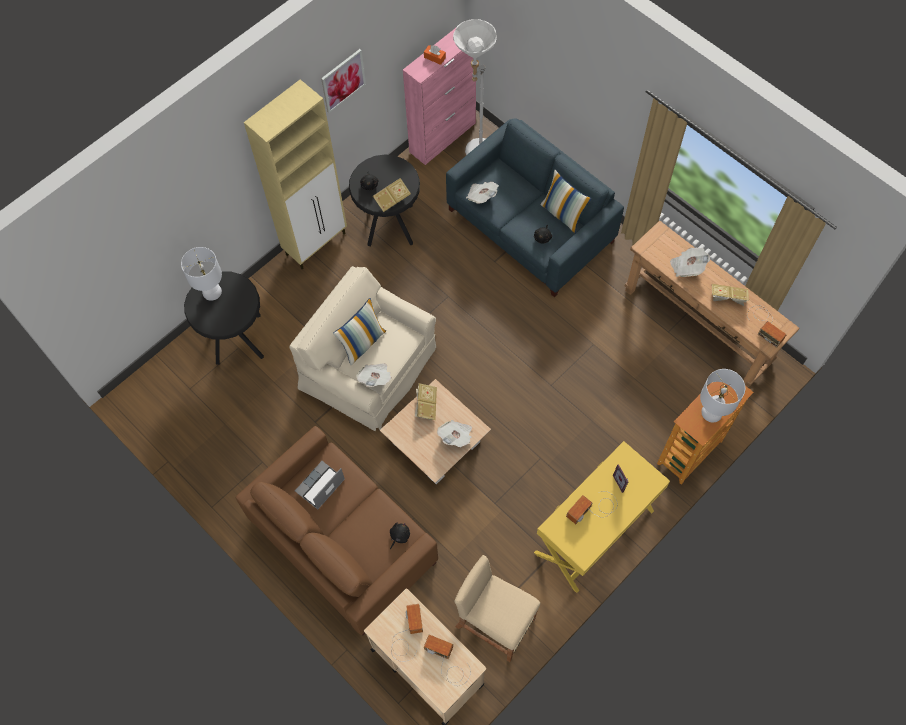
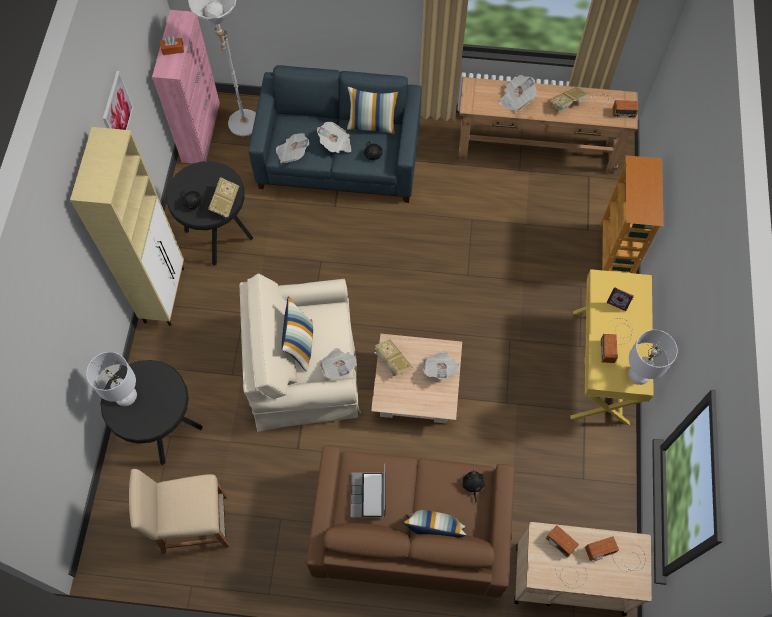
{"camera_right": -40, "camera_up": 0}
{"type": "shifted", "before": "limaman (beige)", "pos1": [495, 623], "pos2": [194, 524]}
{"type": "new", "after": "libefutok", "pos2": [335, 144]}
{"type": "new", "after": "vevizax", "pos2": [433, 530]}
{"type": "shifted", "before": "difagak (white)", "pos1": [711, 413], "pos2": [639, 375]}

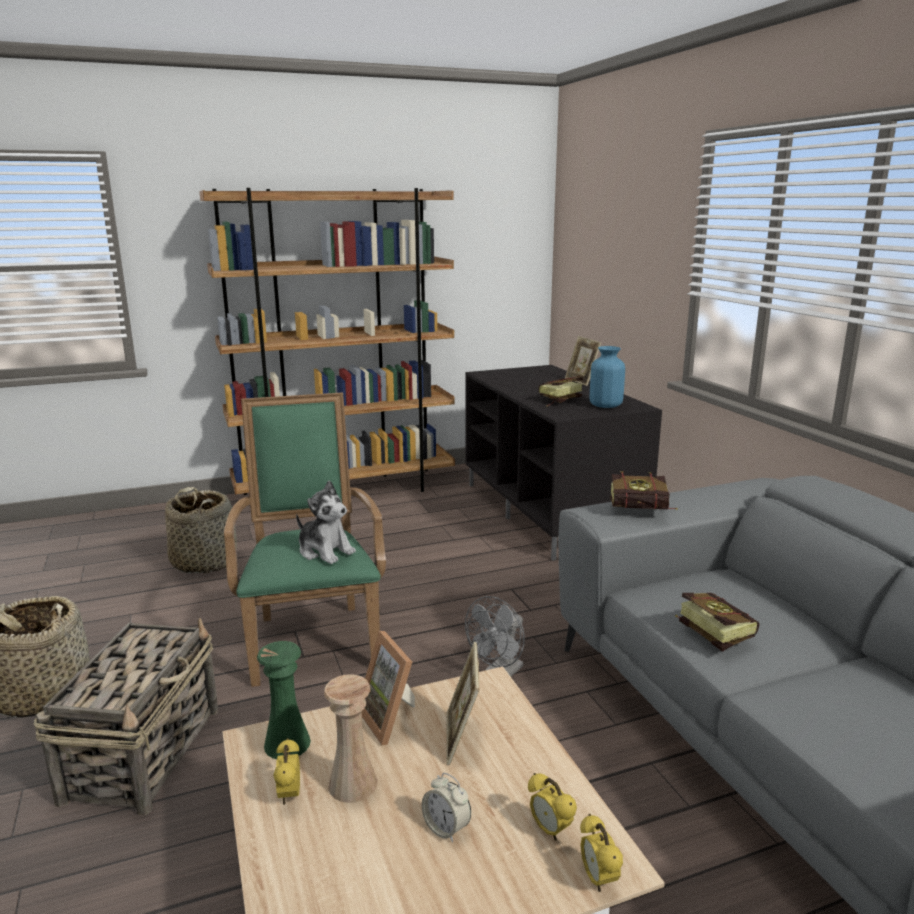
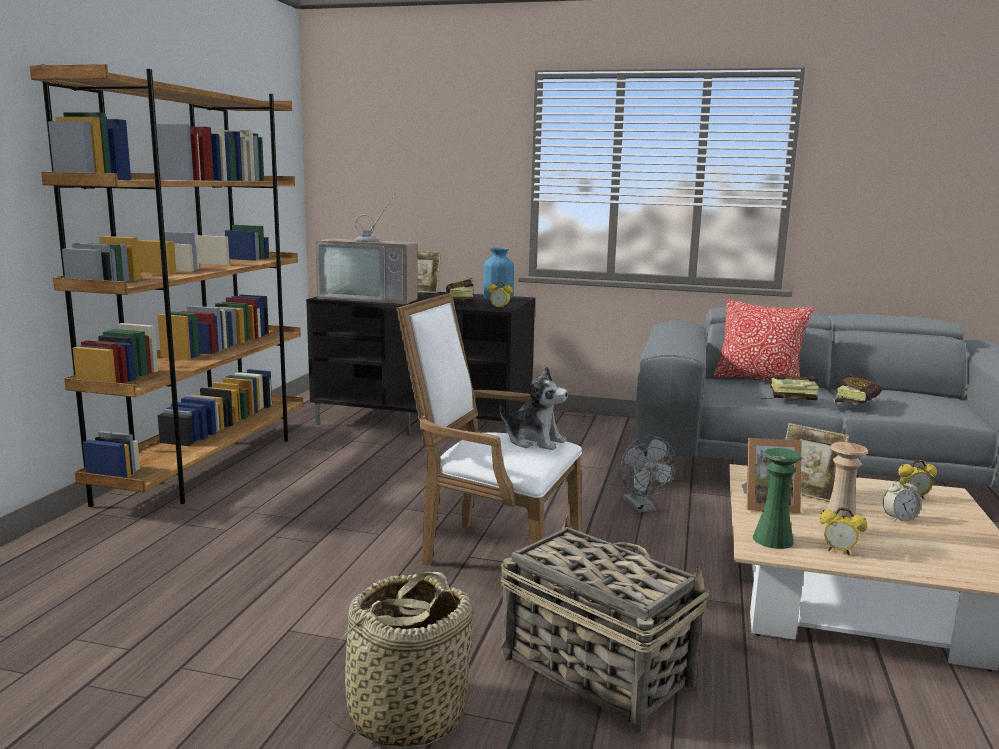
{"camera_right": -55, "camera_up": -5}
{"type": "new", "after": "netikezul", "pos2": [371, 298]}
{"type": "repainted", "before": "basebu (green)", "after": "basebu (white)", "pos1": [312, 637], "pos2": [491, 552]}
{"type": "shifted", "before": "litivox", "pos1": [598, 879], "pos2": [499, 309]}
{"type": "rotated", "before": "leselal", "pos1": [325, 551], "pos2": [534, 441], "turn": 45}
{"type": "new", "after": "vevizax", "pos2": [758, 380]}
{"type": "shifted", "before": "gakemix", "pos1": [644, 511], "pos2": [857, 404]}
{"type": "gone", "before": "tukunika", "pos1": [205, 561]}

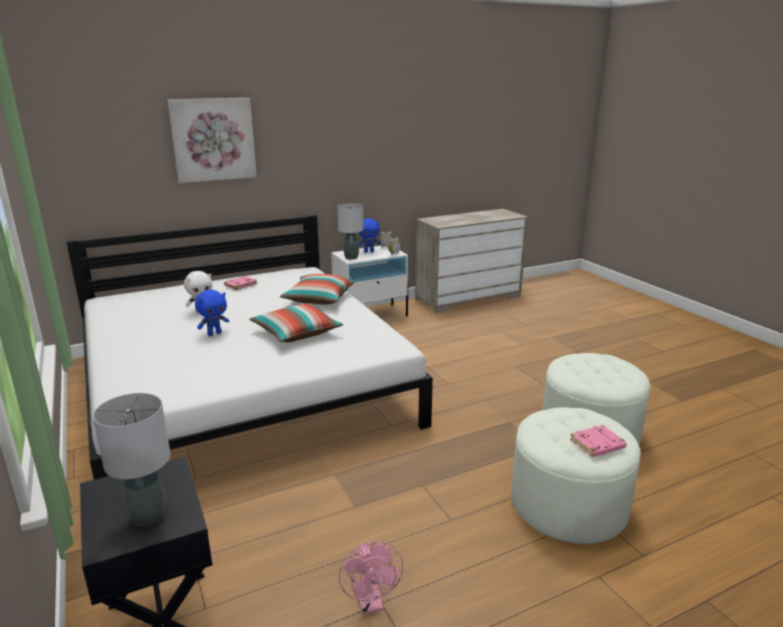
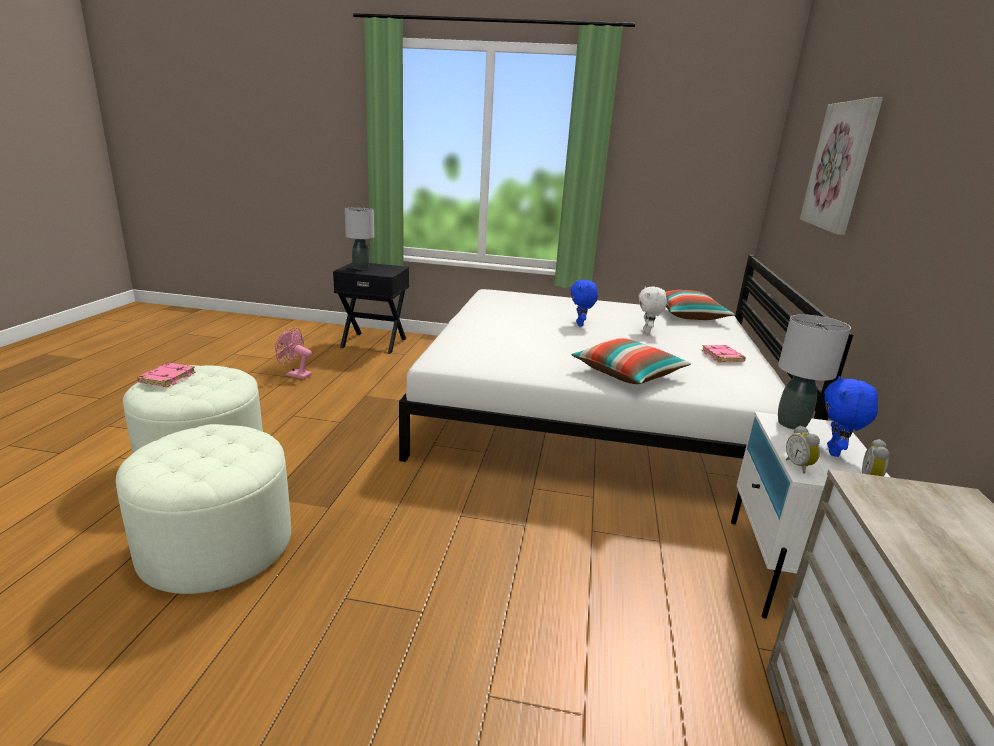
{"camera_right": 125, "camera_up": 0}
{"type": "shifted", "before": "vevizax", "pos1": [296, 333], "pos2": [690, 315]}

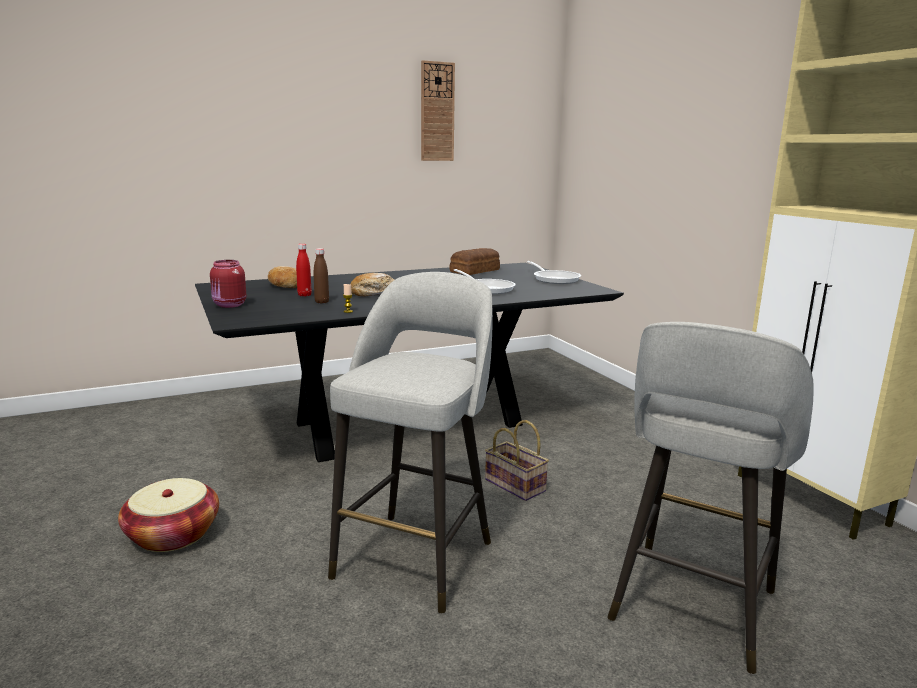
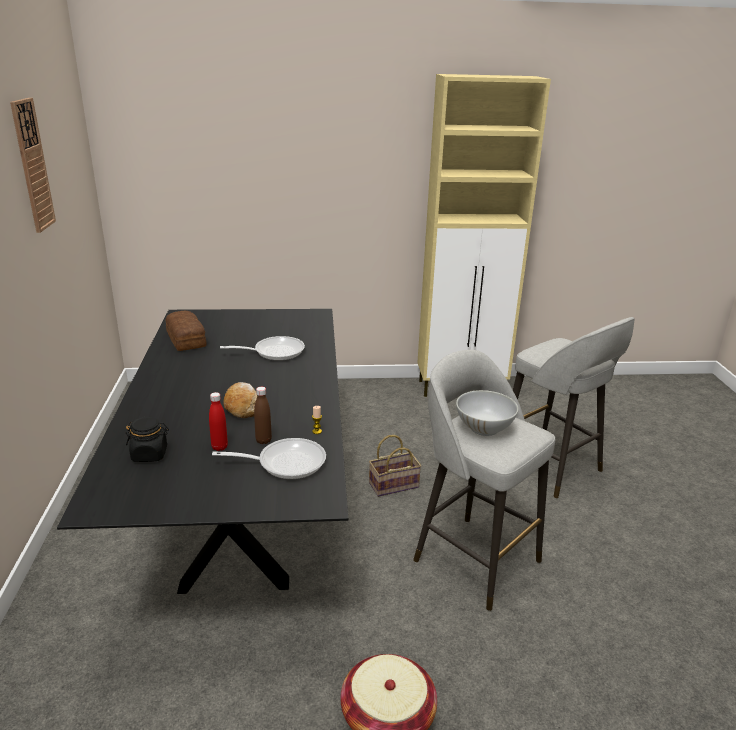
{"camera_right": -70, "camera_up": 10}
{"type": "swapped", "before": "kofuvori", "after": "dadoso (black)", "pos1": [285, 285], "pos2": [150, 454]}
{"type": "shifted", "before": "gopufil", "pos1": [554, 279], "pos2": [285, 463]}
{"type": "new", "after": "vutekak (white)", "pos2": [484, 428]}
{"type": "gone", "before": "dadoso (red)", "pos1": [229, 305]}

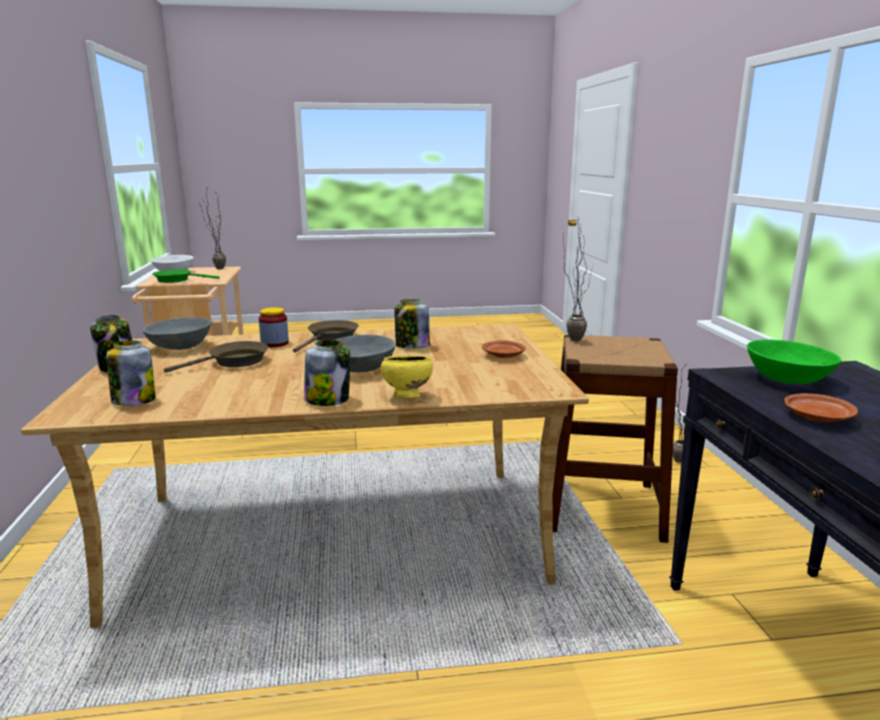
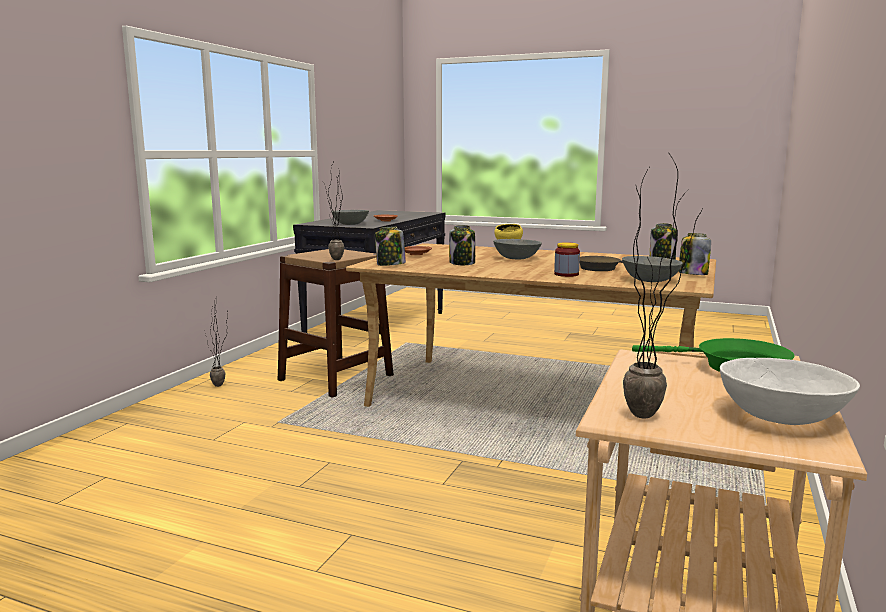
{"camera_right": -150, "camera_up": -5}
{"type": "repainted", "before": "vutekak (green)", "after": "vutekak (grey)", "pos1": [786, 379], "pos2": [351, 224]}
{"type": "shifted", "before": "dadoso", "pos1": [328, 399], "pos2": [390, 265]}
{"type": "gone", "before": "gopufil (brown)", "pos1": [331, 338]}

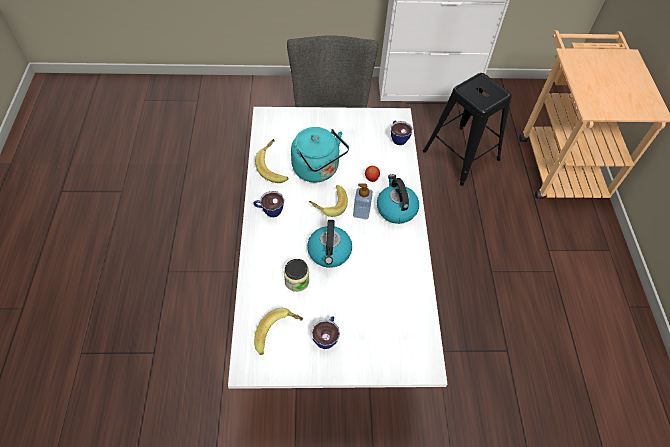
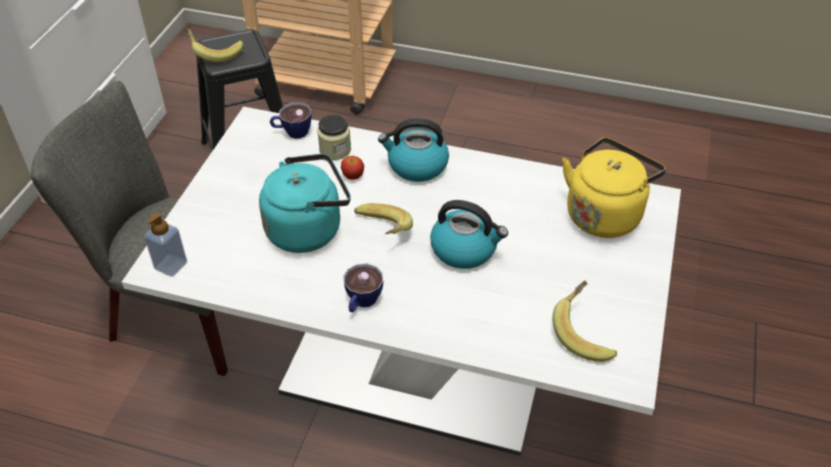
{"camera_right": -70, "camera_up": -10}
{"type": "shifted", "before": "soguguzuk", "pos1": [361, 212], "pos2": [171, 265]}
{"type": "shifted", "before": "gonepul", "pos1": [274, 168], "pos2": [215, 53]}
{"type": "shifted", "before": "dadoso", "pos1": [297, 281], "pos2": [335, 150]}
{"type": "new", "after": "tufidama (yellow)", "pos2": [605, 213]}
{"type": "gone", "before": "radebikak", "pos1": [326, 336]}

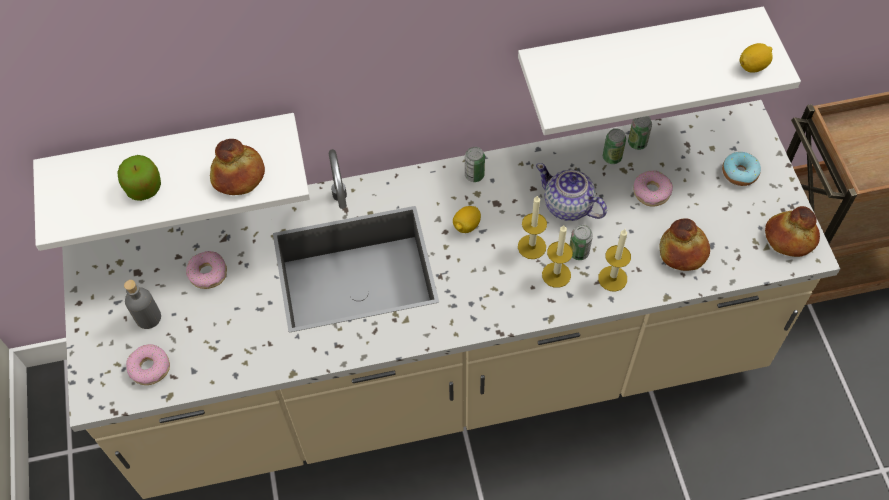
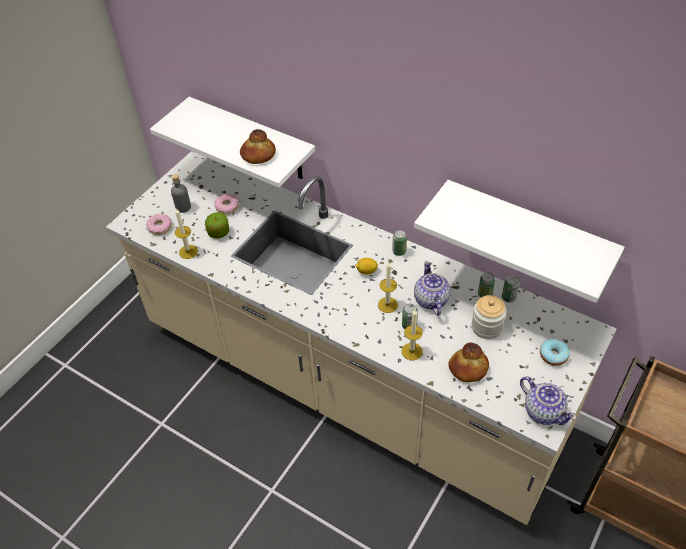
{"camera_right": 45, "camera_up": -10}
{"type": "shifted", "before": "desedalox", "pos1": [556, 275], "pos2": [188, 252]}
{"type": "shifted", "before": "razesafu", "pos1": [144, 188], "pos2": [218, 233]}
{"type": "swapped", "before": "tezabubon", "after": "dadoso", "pos1": [651, 192], "pos2": [486, 327]}
{"type": "swapped", "before": "kofuvori", "after": "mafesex", "pos1": [789, 238], "pos2": [543, 411]}
{"type": "gone", "before": "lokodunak", "pos1": [753, 66]}

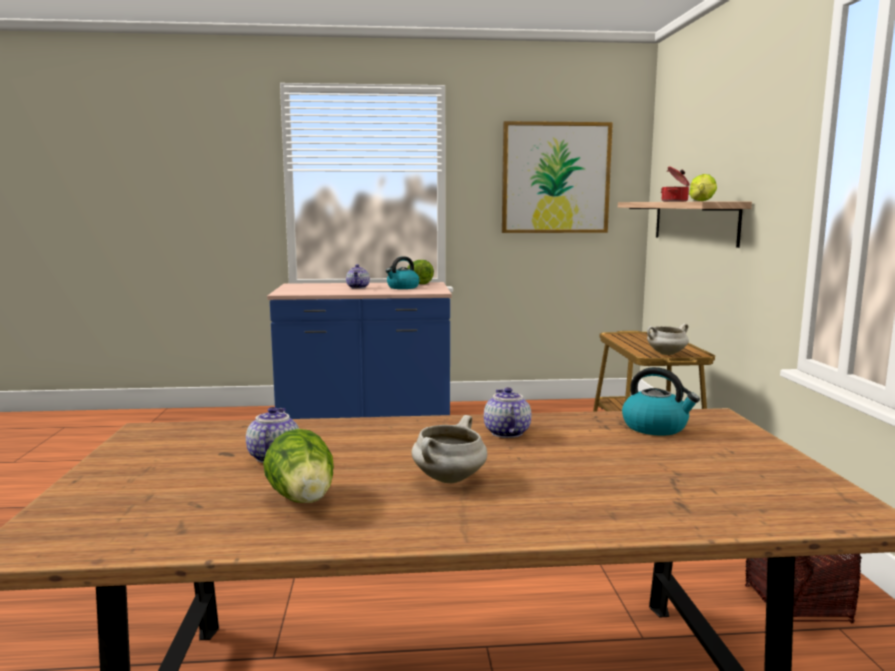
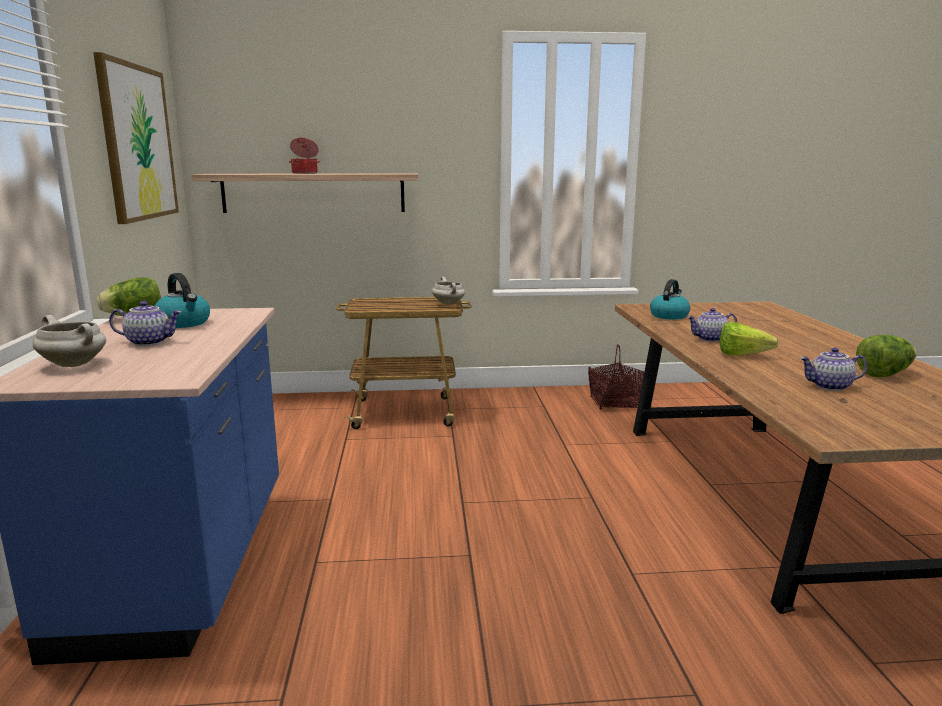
{"camera_right": -90, "camera_up": 5}
{"type": "shifted", "before": "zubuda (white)", "pos1": [449, 479], "pos2": [75, 364]}
{"type": "shifted", "before": "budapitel", "pos1": [700, 201], "pos2": [747, 356]}

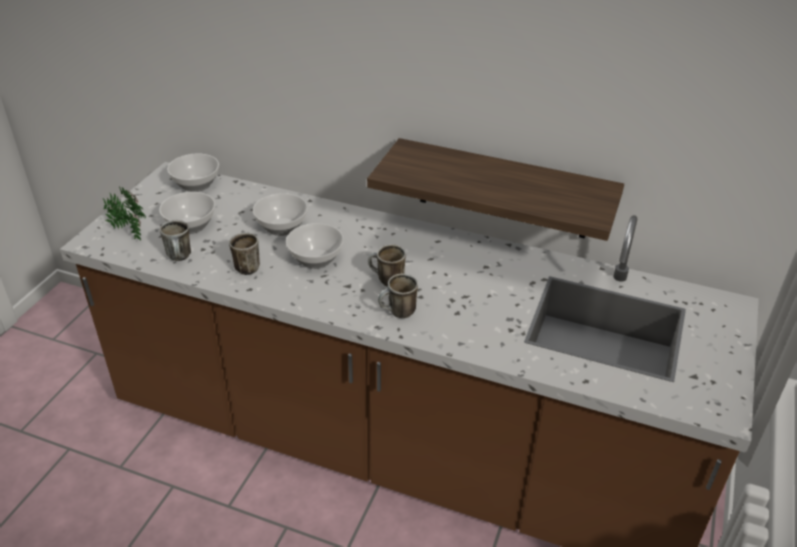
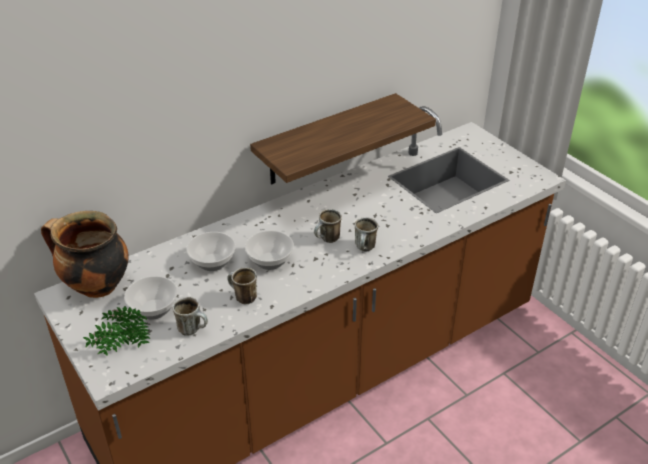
{"camera_right": -55, "camera_up": 0}
{"type": "swapped", "before": "vutekak", "after": "zubuda", "pos1": [195, 184], "pos2": [95, 286]}

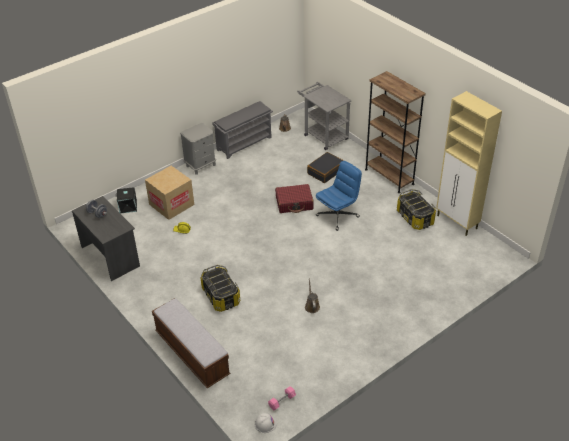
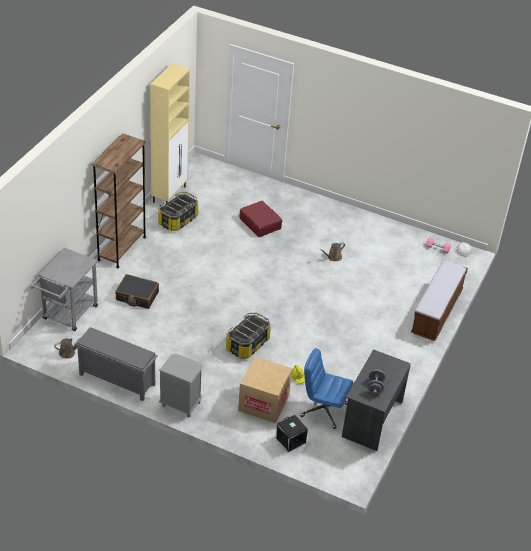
{"camera_right": -120, "camera_up": 0}
{"type": "shifted", "before": "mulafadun", "pos1": [220, 296], "pos2": [247, 344]}
{"type": "shifted", "before": "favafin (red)", "pos1": [294, 203], "pos2": [260, 223]}
{"type": "shifted", "before": "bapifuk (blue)", "pos1": [338, 216], "pos2": [323, 410]}

